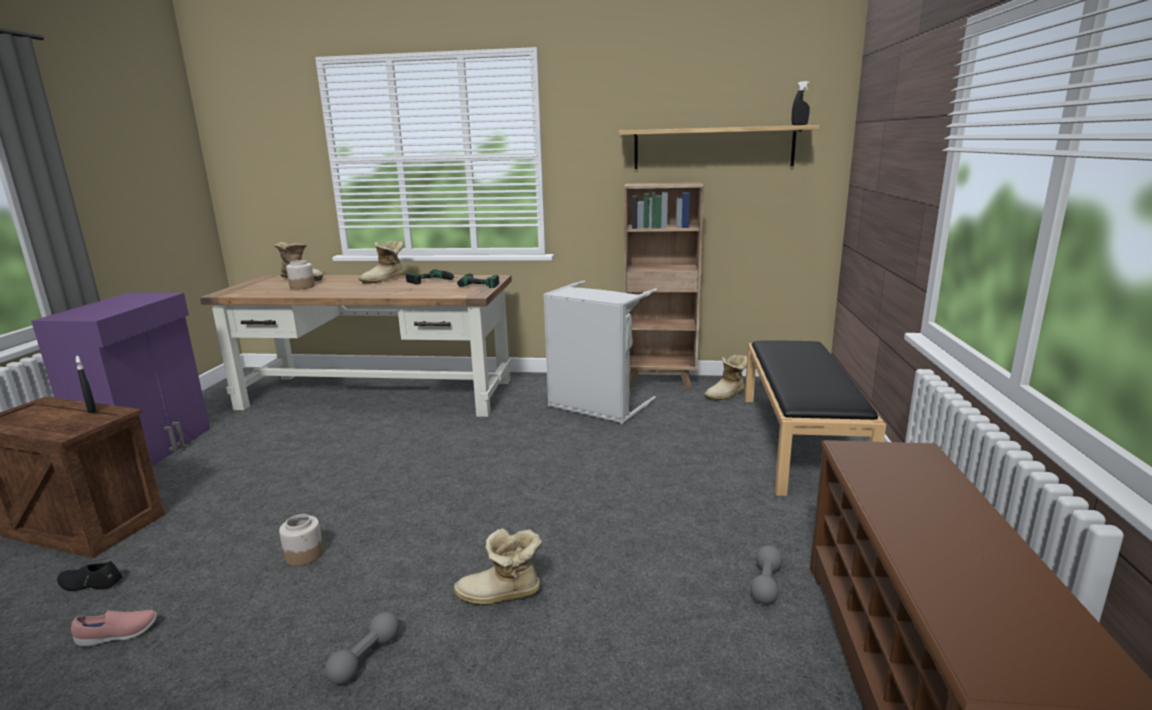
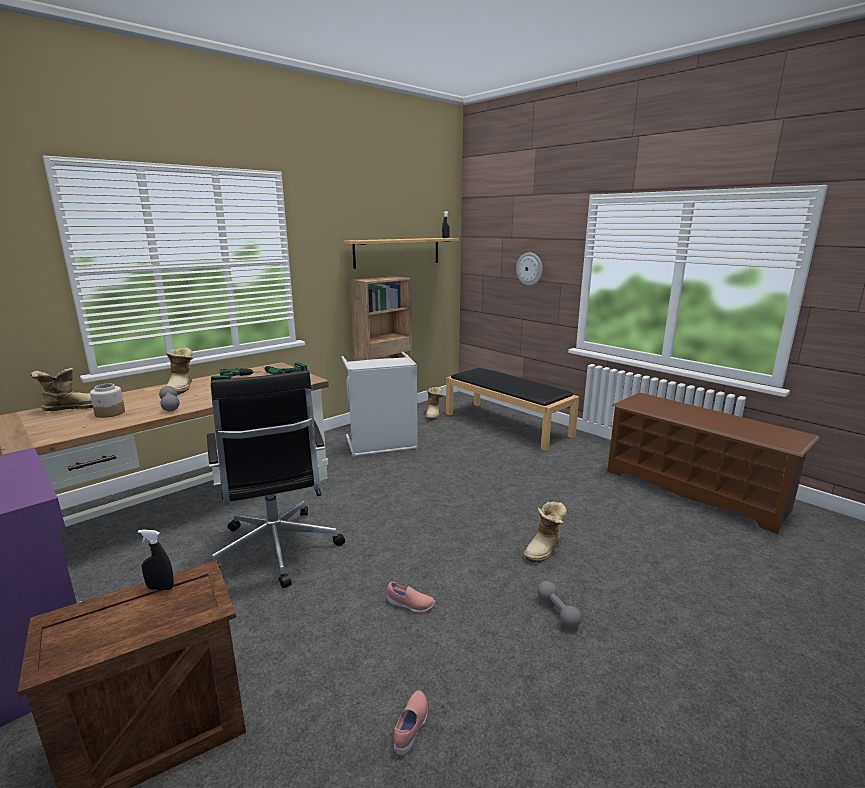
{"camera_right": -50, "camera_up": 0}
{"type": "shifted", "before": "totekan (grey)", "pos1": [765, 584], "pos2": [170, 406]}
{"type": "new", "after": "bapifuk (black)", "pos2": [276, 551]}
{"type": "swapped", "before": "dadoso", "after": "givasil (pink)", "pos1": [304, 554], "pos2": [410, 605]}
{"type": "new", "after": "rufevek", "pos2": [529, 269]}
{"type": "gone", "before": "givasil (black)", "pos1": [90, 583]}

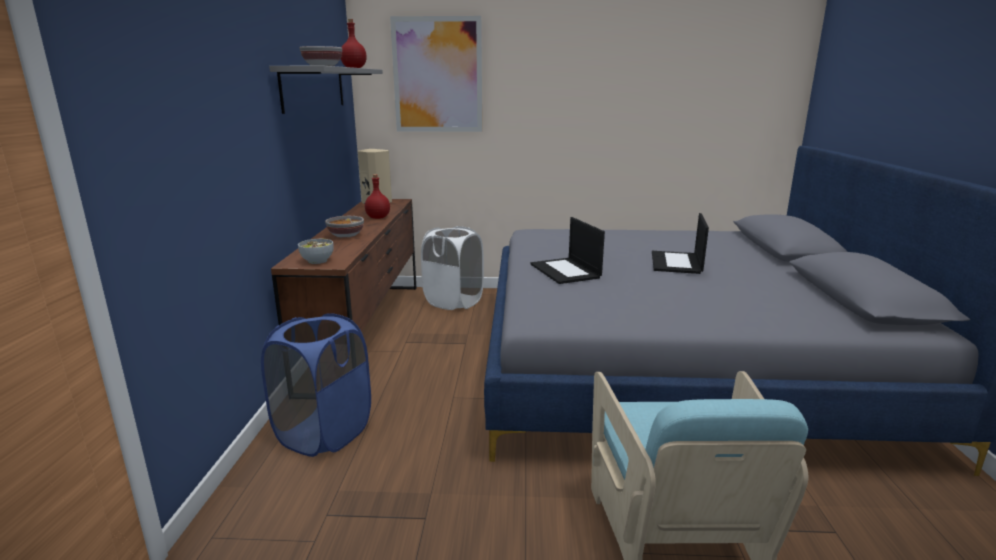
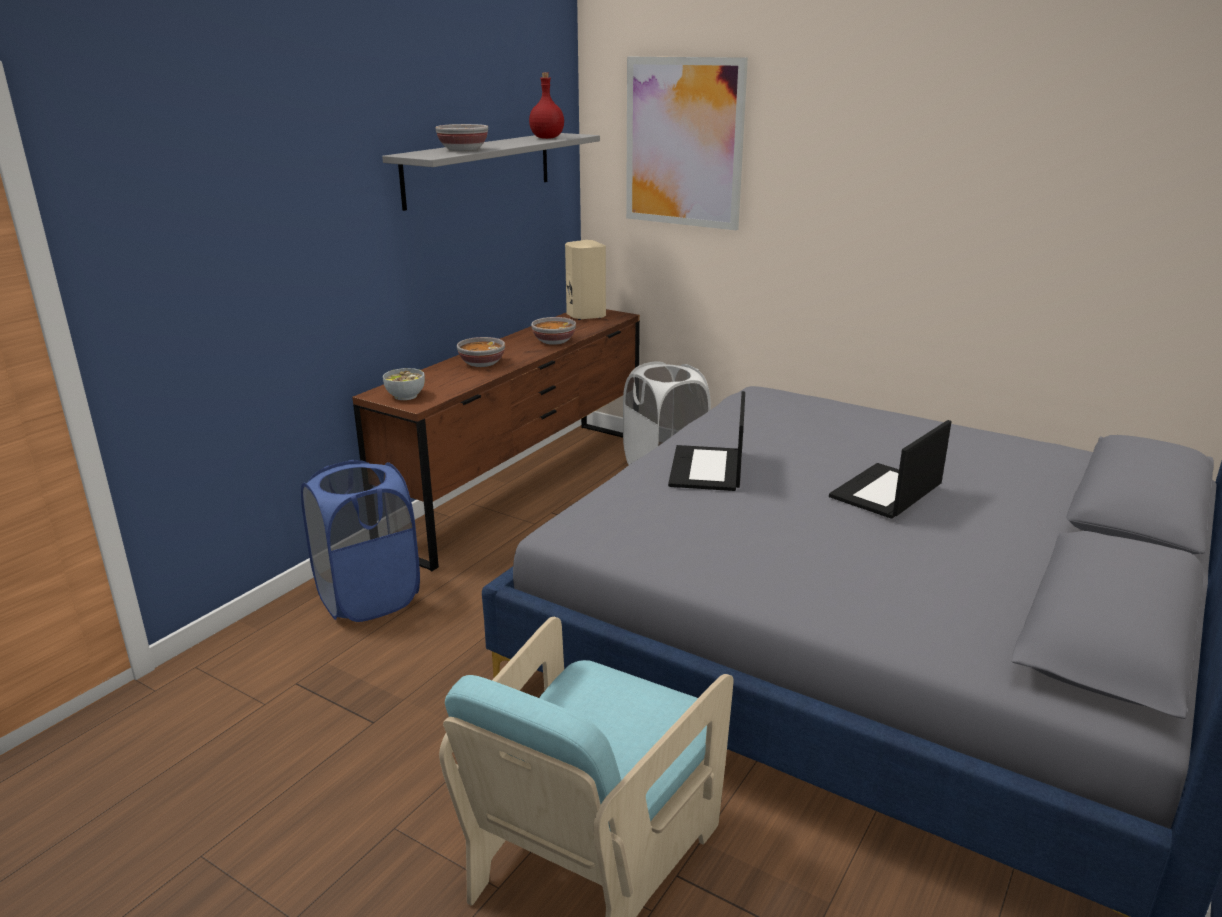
{"camera_right": 30, "camera_up": 5}
{"type": "swapped", "before": "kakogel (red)", "after": "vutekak", "pos1": [378, 218], "pos2": [553, 341]}

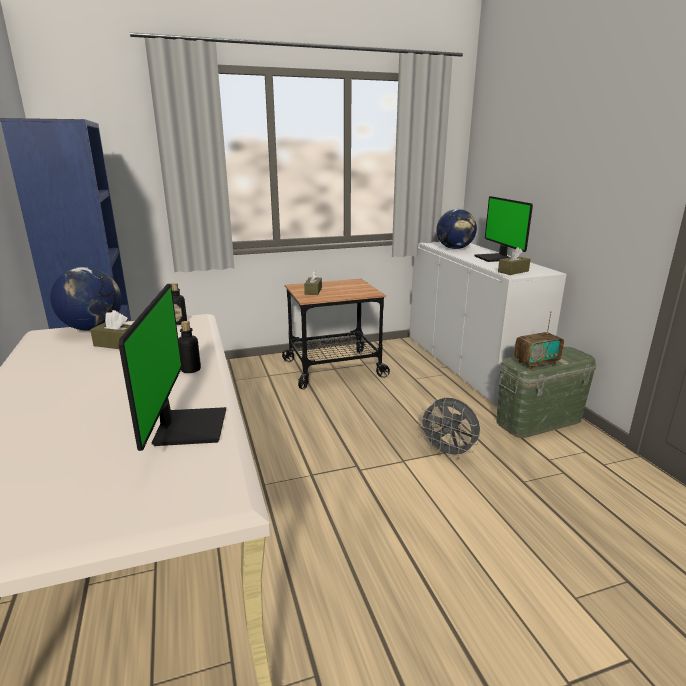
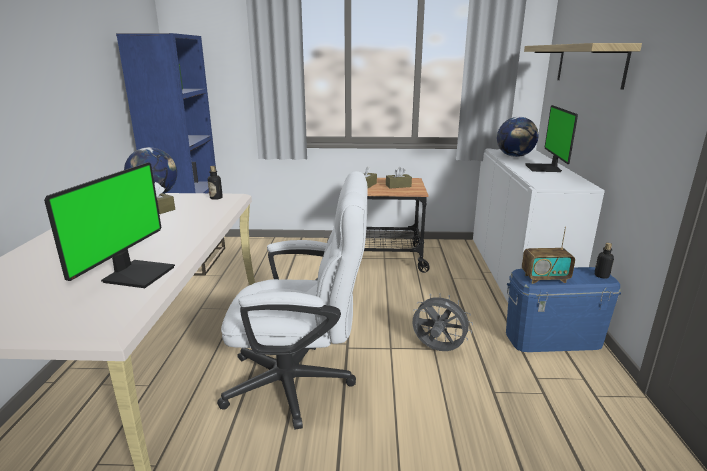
{"camera_right": 20, "camera_up": 0}
{"type": "new", "after": "bapifuk (white)", "pos2": [301, 383]}
{"type": "shifted", "before": "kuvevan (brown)", "pos1": [513, 271], "pos2": [398, 186]}
{"type": "rotated", "before": "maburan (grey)", "pos1": [448, 453], "pos2": [437, 350], "turn": 150}
{"type": "repainted", "before": "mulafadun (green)", "after": "mulafadun (blue)", "pos1": [538, 420], "pos2": [553, 339]}
{"type": "new", "after": "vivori", "pos2": [589, 64]}
{"type": "shifted", "before": "kakogel", "pos1": [191, 369], "pos2": [601, 276]}

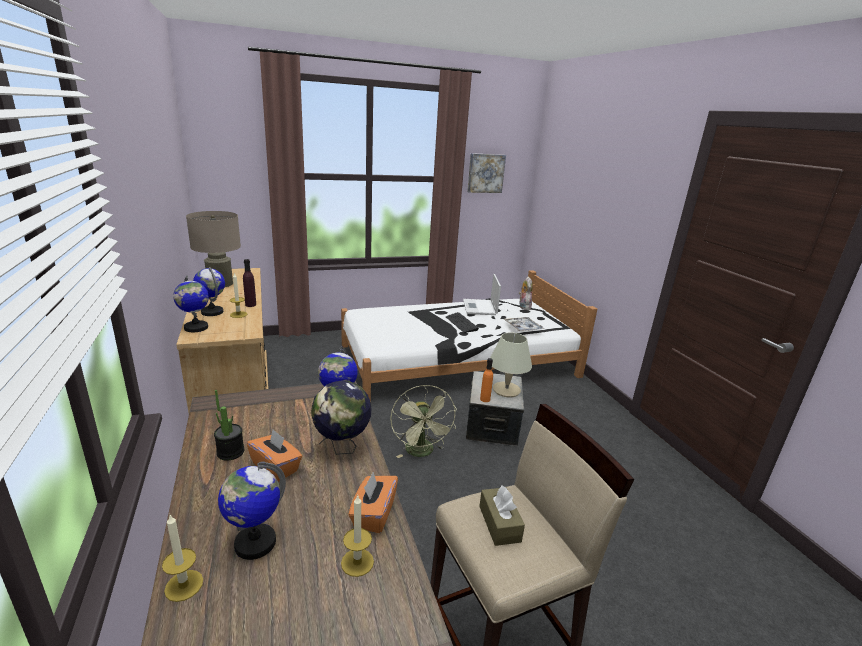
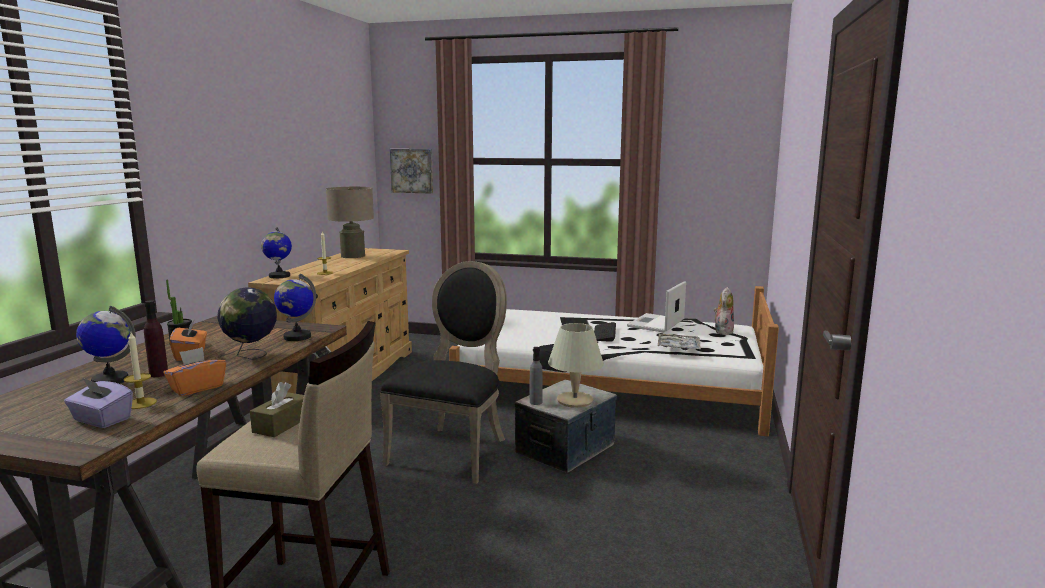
{"camera_right": 35, "camera_up": -10}
{"type": "new", "after": "kuvevan (purple)", "pos2": [101, 420]}
{"type": "shifted", "before": "kakogel (purple)", "pos1": [250, 305], "pos2": [159, 374]}
{"type": "swapped", "before": "maburan (green)", "after": "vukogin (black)", "pos1": [422, 452], "pos2": [453, 450]}
{"type": "shifted", "before": "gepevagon", "pos1": [485, 173], "pos2": [412, 170]}
{"type": "repainted", "before": "kakogel (orange)", "after": "kakogel (grey)", "pos1": [485, 399], "pos2": [536, 402]}
{"type": "gone", "before": "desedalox", "pos1": [184, 585]}
{"type": "gone", "before": "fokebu", "pos1": [212, 312]}

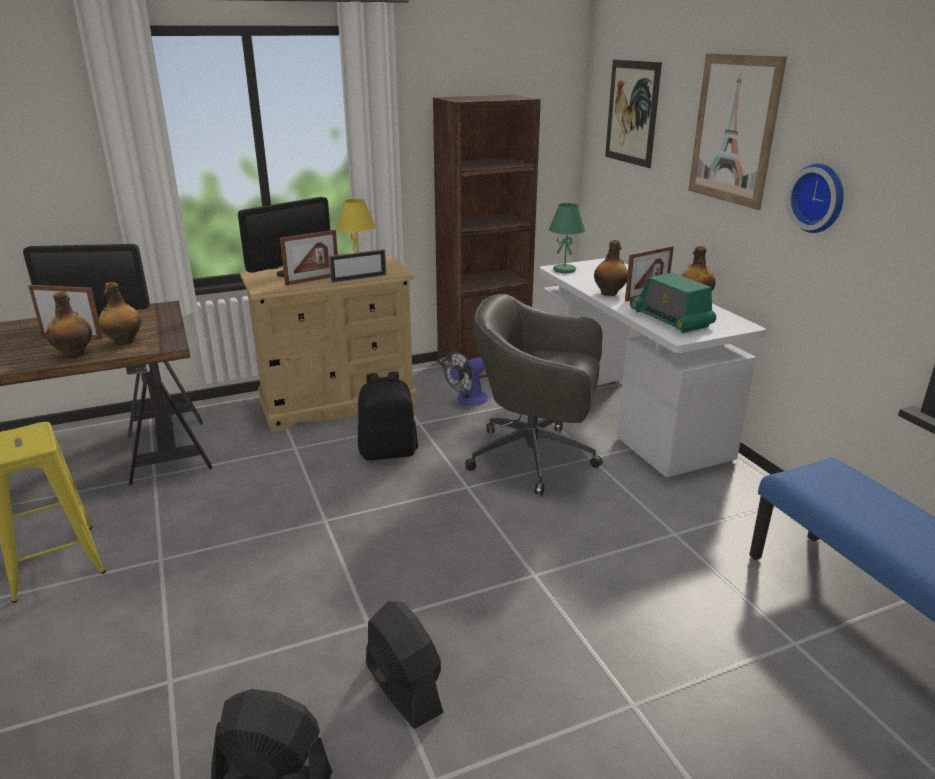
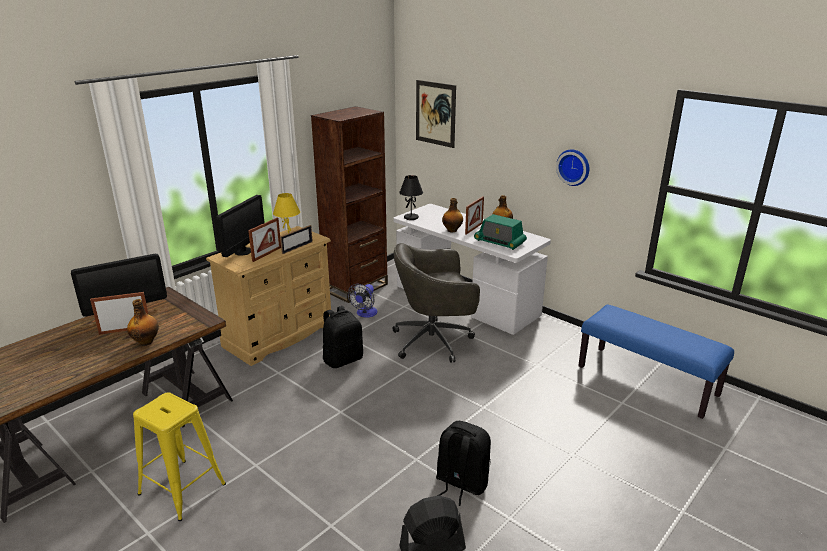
{"camera_right": -25, "camera_up": 0}
{"type": "repainted", "before": "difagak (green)", "after": "difagak (black)", "pos1": [565, 270], "pos2": [411, 217]}
{"type": "swapped", "before": "maburan (black)", "after": "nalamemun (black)", "pos1": [403, 688], "pos2": [461, 483]}
{"type": "gone", "before": "kakogel", "pos1": [124, 342]}
{"type": "gone", "before": "gepevagon", "pos1": [734, 130]}

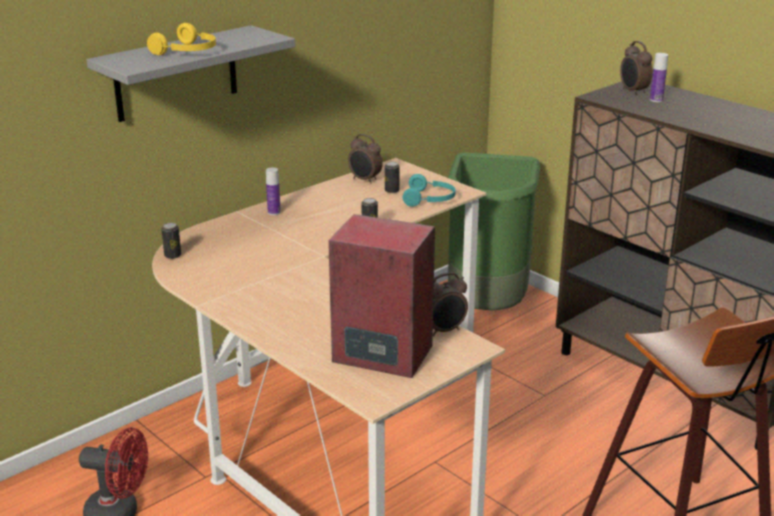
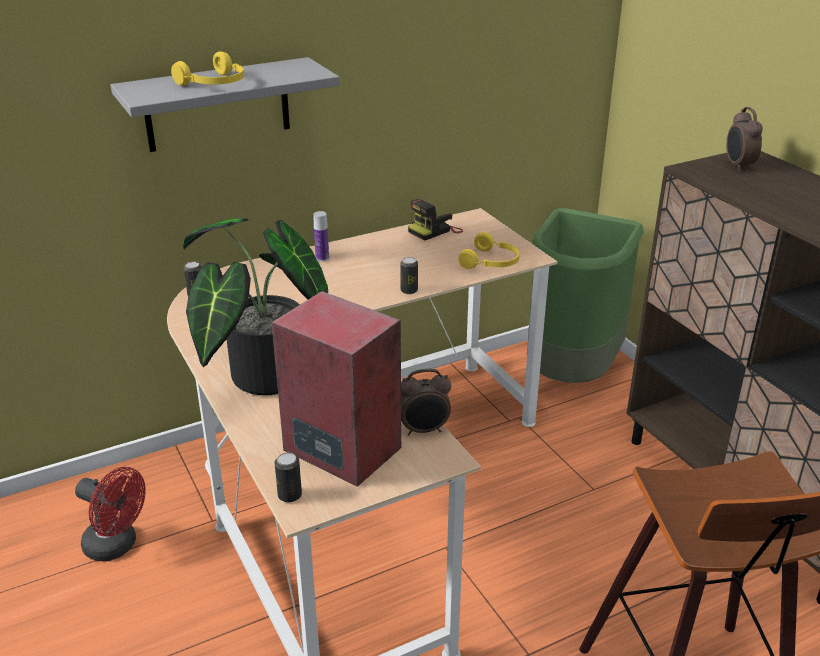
{"camera_right": 15, "camera_up": 5}
{"type": "new", "after": "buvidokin", "pos2": [260, 378]}
{"type": "shifted", "before": "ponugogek", "pos1": [391, 190], "pos2": [289, 495]}
{"type": "swapped", "before": "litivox", "after": "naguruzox", "pos1": [365, 180], "pos2": [434, 231]}
{"type": "repainted", "before": "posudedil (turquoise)", "after": "posudedil (yellow)", "pos1": [430, 199], "pos2": [491, 262]}
{"type": "gone", "before": "kakogel", "pos1": [656, 100]}

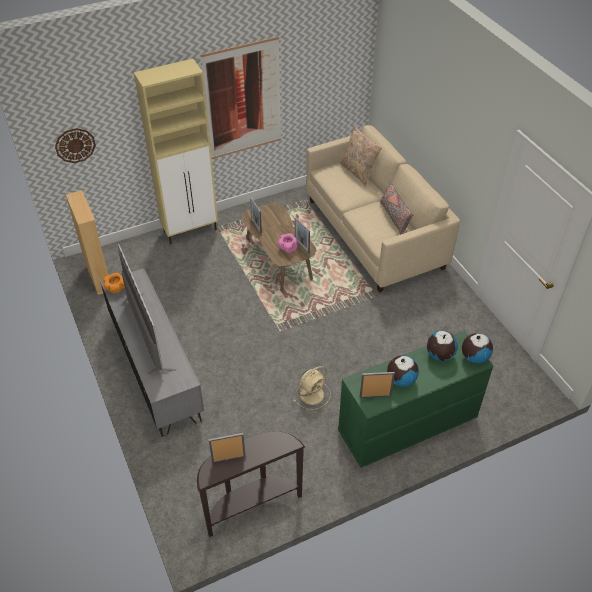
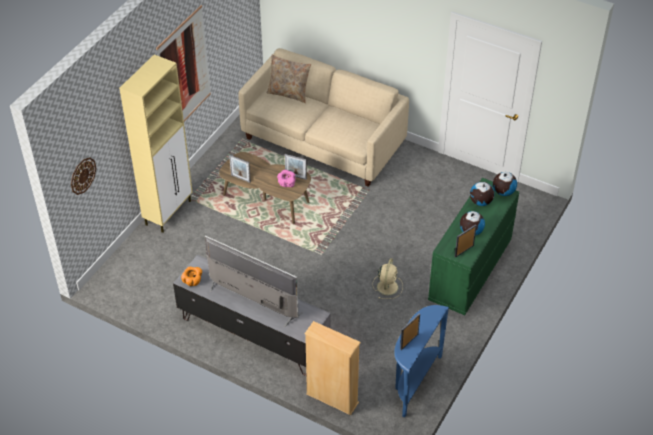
{"camera_right": -35, "camera_up": 0}
{"type": "shifted", "before": "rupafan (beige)", "pos1": [99, 277], "pos2": [332, 398]}
{"type": "repainted", "before": "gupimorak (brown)", "after": "gupimorak (blue)", "pos1": [251, 505], "pos2": [413, 382]}
{"type": "gone", "before": "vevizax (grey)", "pos1": [394, 217]}

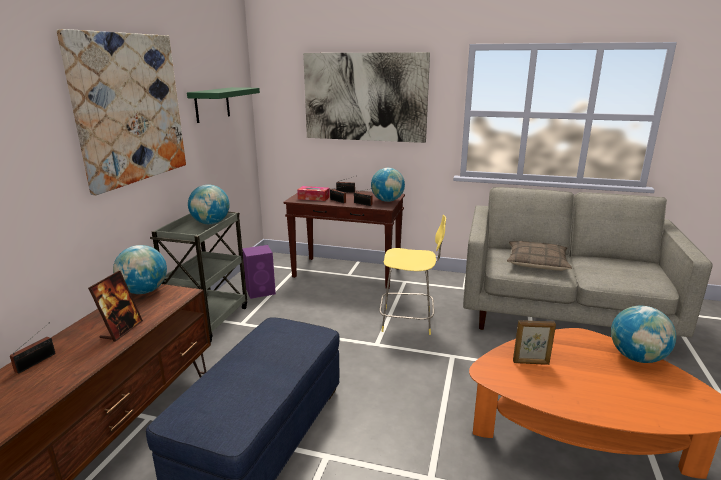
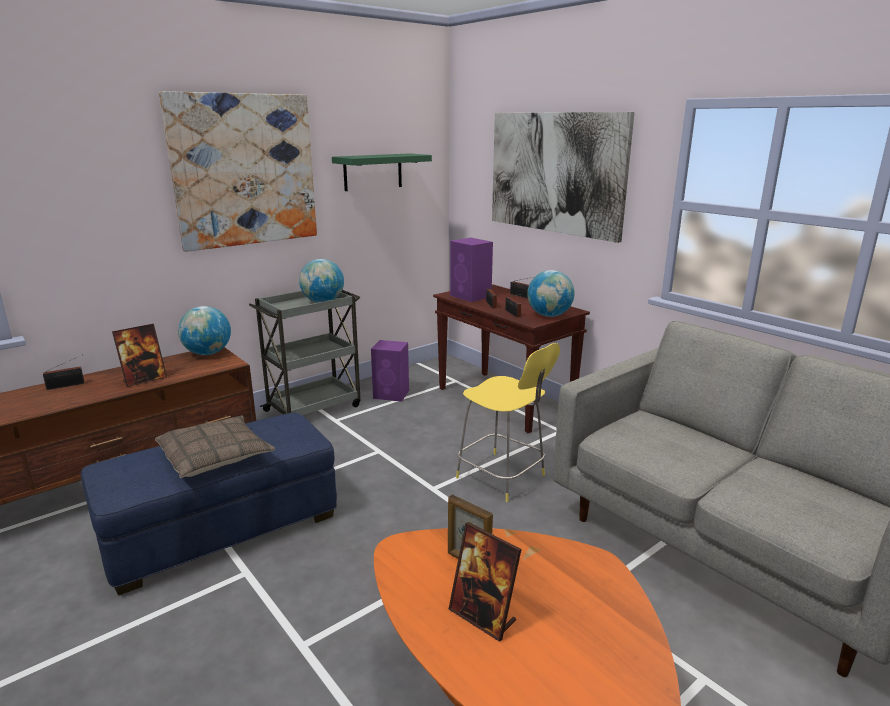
{"camera_right": 35, "camera_up": 0}
{"type": "shifted", "before": "vevizax", "pos1": [537, 262], "pos2": [216, 456]}
{"type": "new", "after": "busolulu", "pos2": [483, 616]}
{"type": "swapped", "before": "kuvevan", "after": "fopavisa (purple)", "pos1": [313, 198], "pos2": [471, 296]}
{"type": "gone", "before": "fokebu", "pos1": [637, 358]}

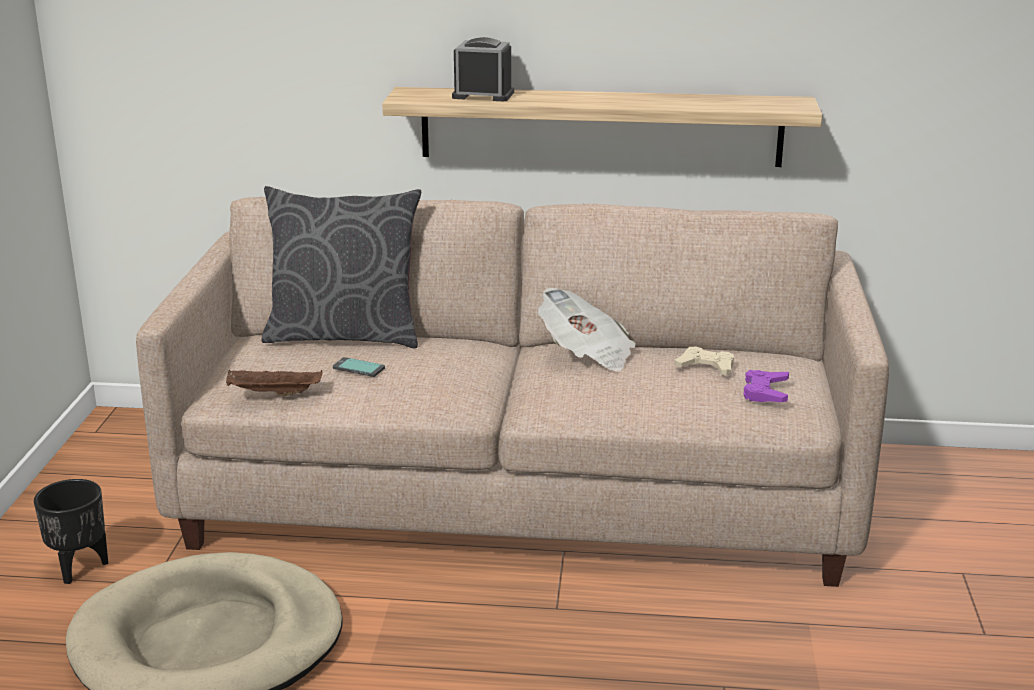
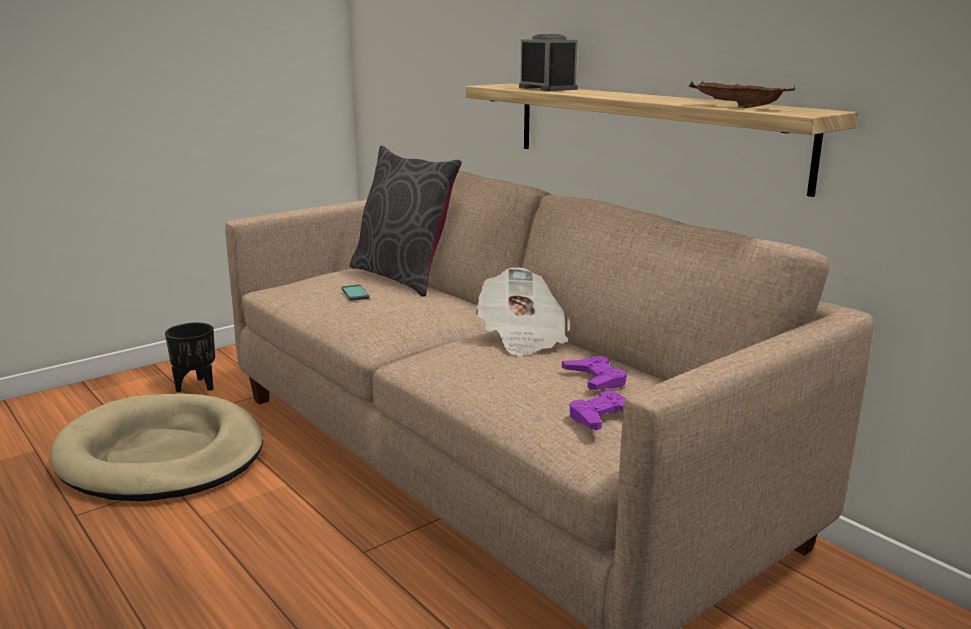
{"camera_right": 45, "camera_up": -5}
{"type": "repainted", "before": "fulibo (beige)", "after": "fulibo (purple)", "pos1": [706, 367], "pos2": [595, 379]}
{"type": "shifted", "before": "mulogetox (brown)", "pos1": [273, 394], "pos2": [735, 107]}

